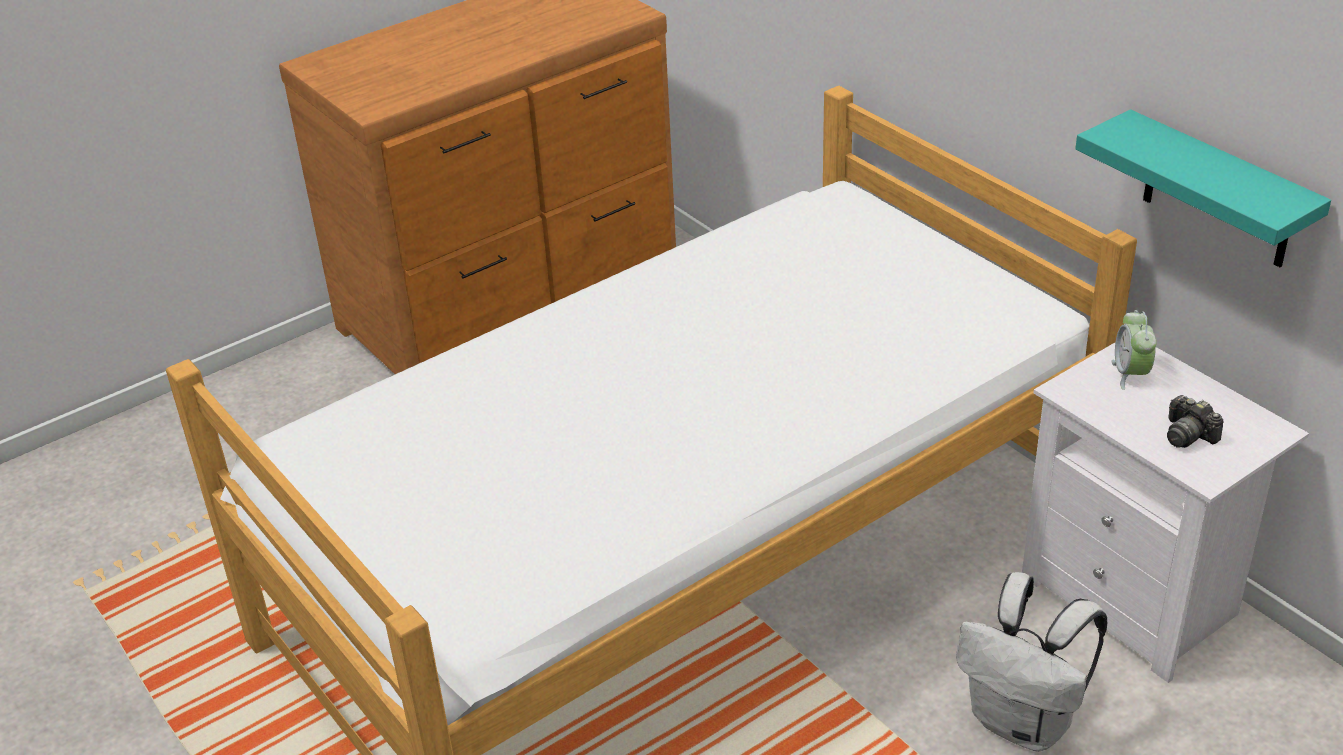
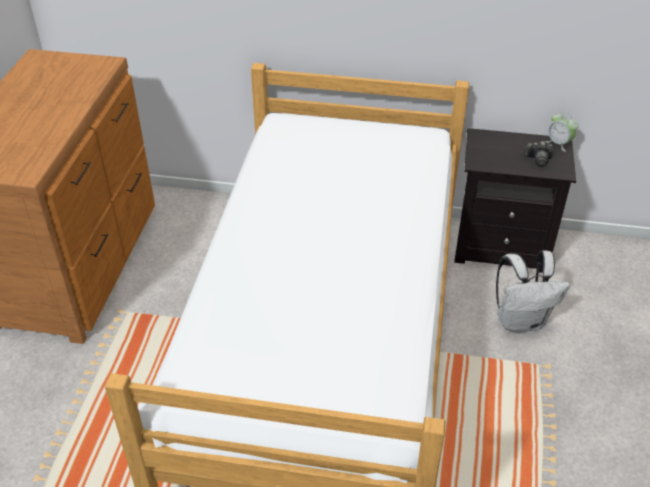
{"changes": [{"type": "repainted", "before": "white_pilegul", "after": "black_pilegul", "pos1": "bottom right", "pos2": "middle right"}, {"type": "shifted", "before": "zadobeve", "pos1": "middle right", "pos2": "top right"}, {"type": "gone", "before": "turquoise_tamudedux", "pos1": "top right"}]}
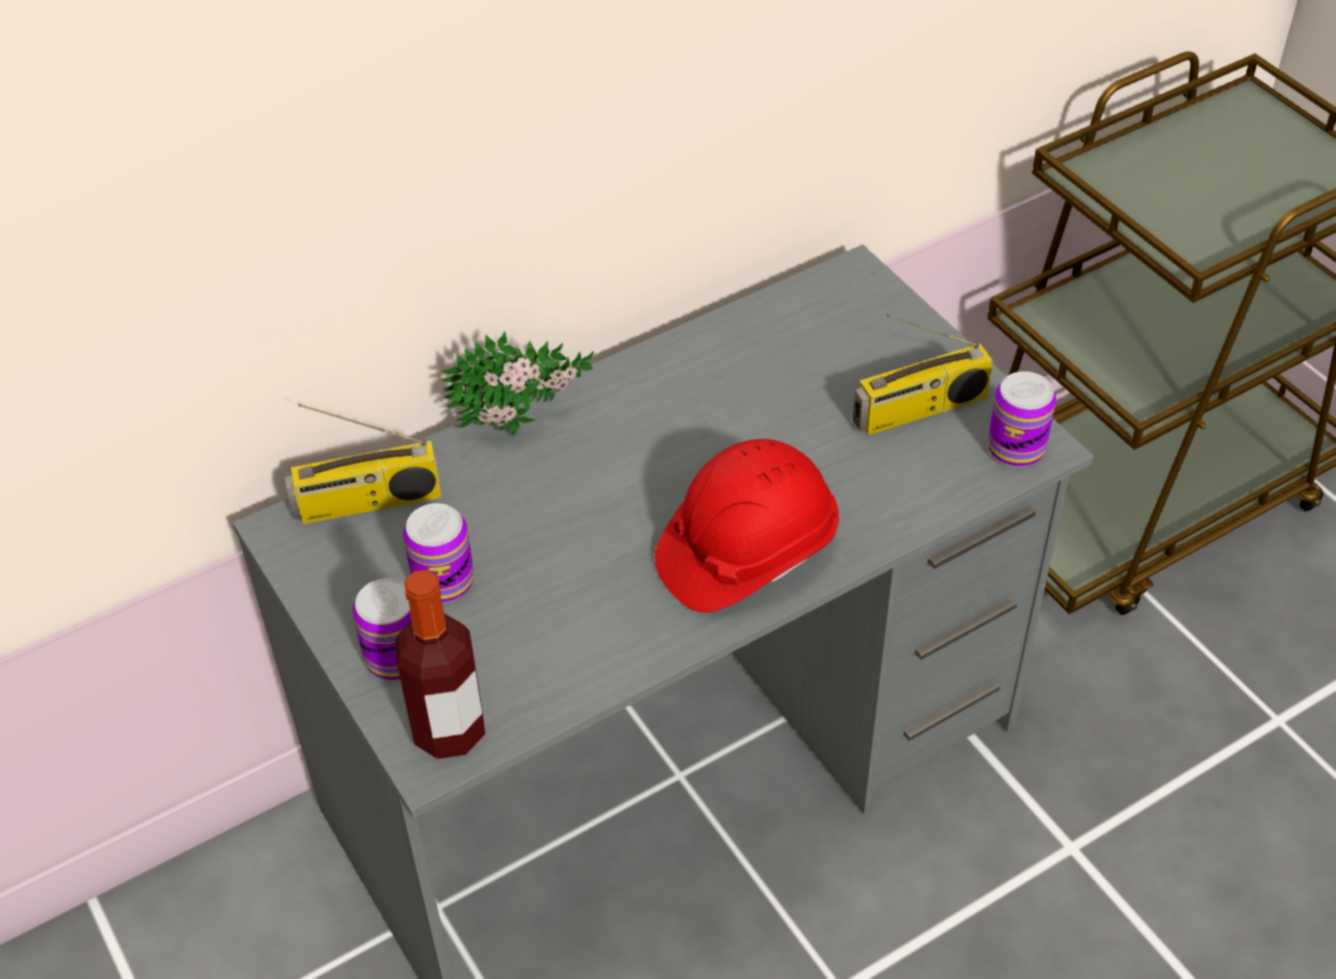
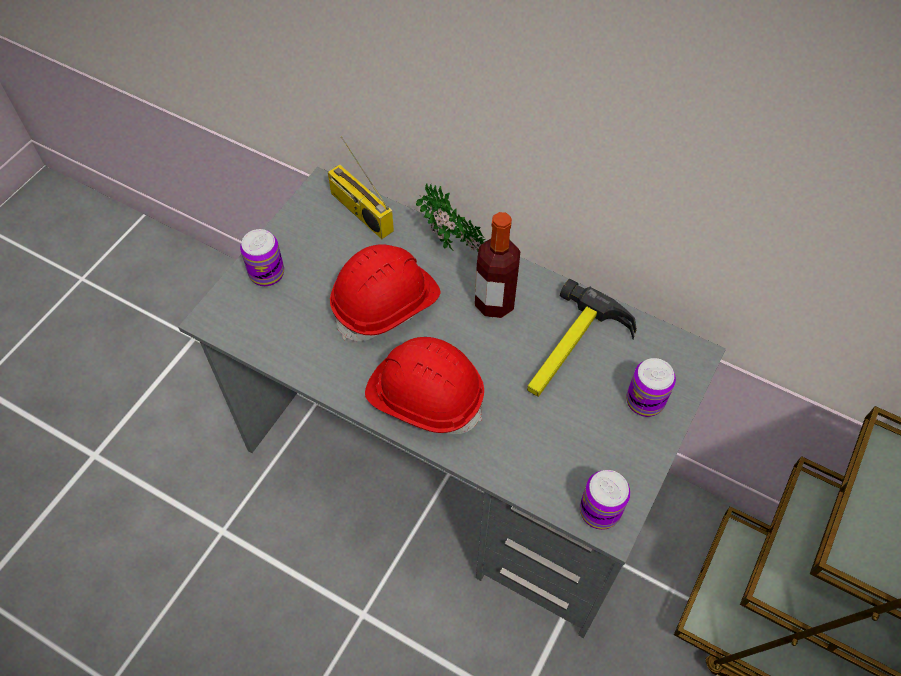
{"changes": [{"type": "new", "after": "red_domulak (no. 1 from left)", "pos2": "centre"}, {"type": "shifted", "before": "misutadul", "pos1": "bottom left", "pos2": "centre"}, {"type": "new", "after": "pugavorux", "pos2": "centre"}, {"type": "shifted", "before": "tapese (no. 2 from left in the first image)", "after": "tapese (no. 3 from left)", "pos1": "middle left", "pos2": "middle right"}, {"type": "gone", "before": "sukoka (no. 2 from left)", "pos1": "middle right"}]}
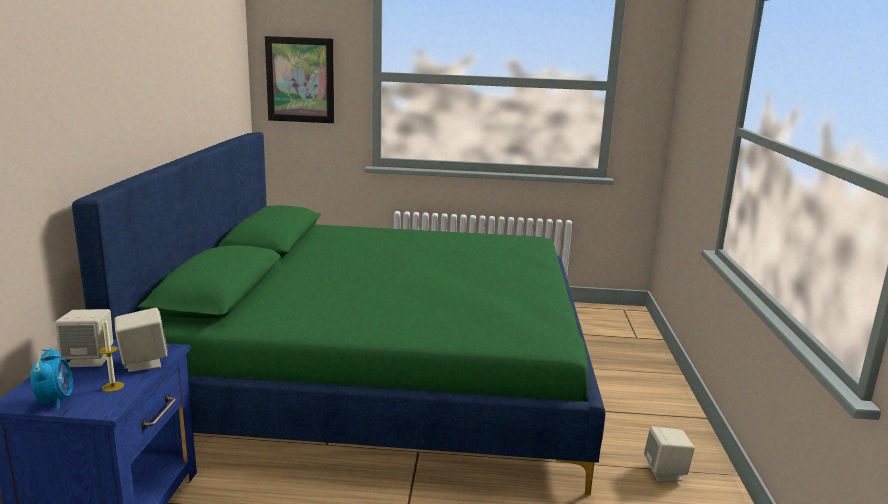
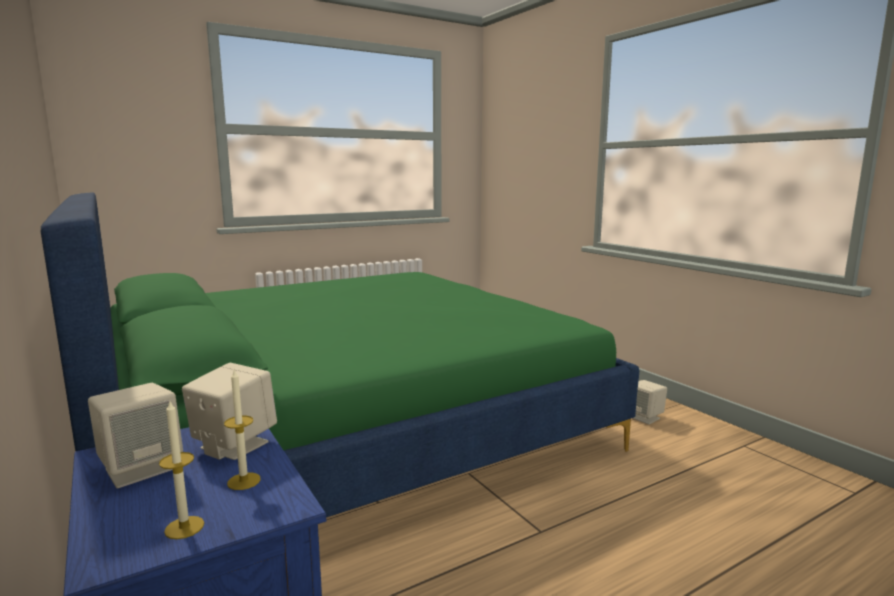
{"changes": [{"type": "swapped", "before": "zadobeve", "after": "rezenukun (no. 1 from left)", "pos1": "bottom left", "pos2": "bottom left"}, {"type": "gone", "before": "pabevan", "pos1": "top centre"}]}
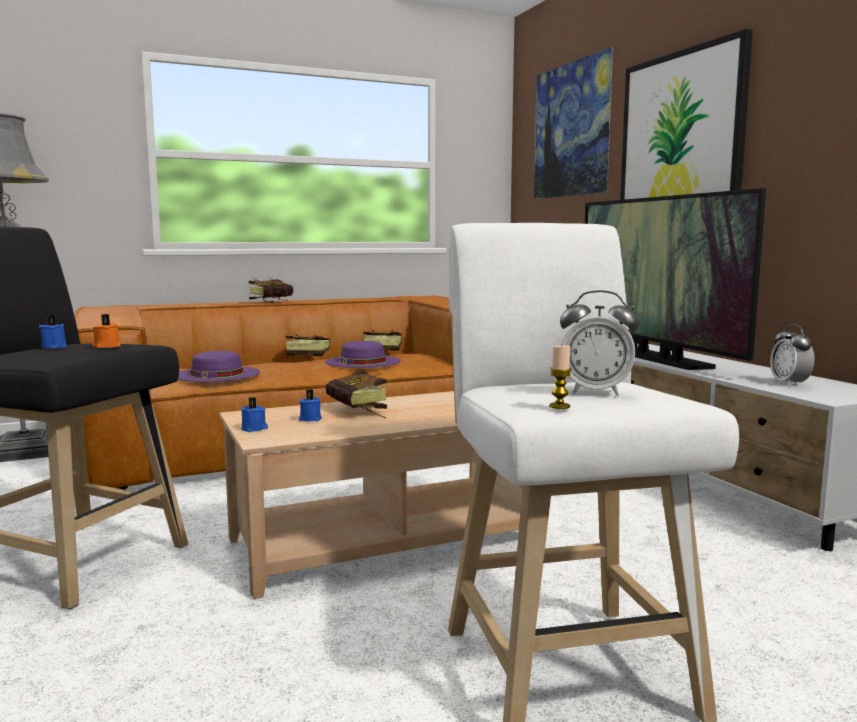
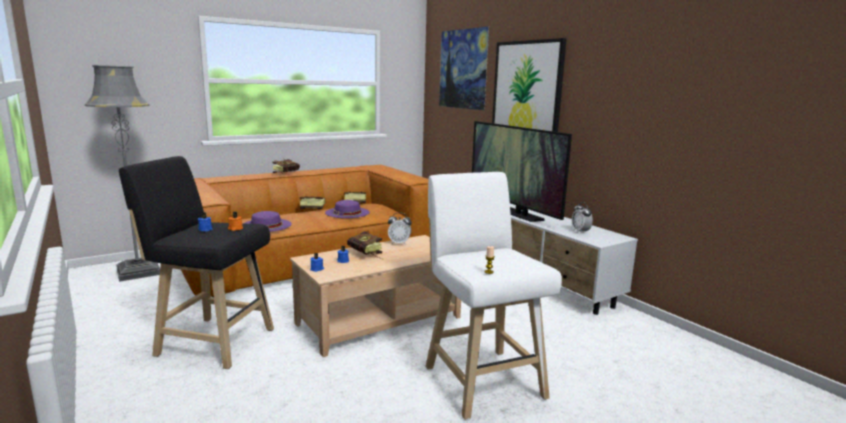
{"changes": [{"type": "shifted", "before": "zadobeve (no. 1 from left)", "pos1": "middle right", "pos2": "centre"}]}
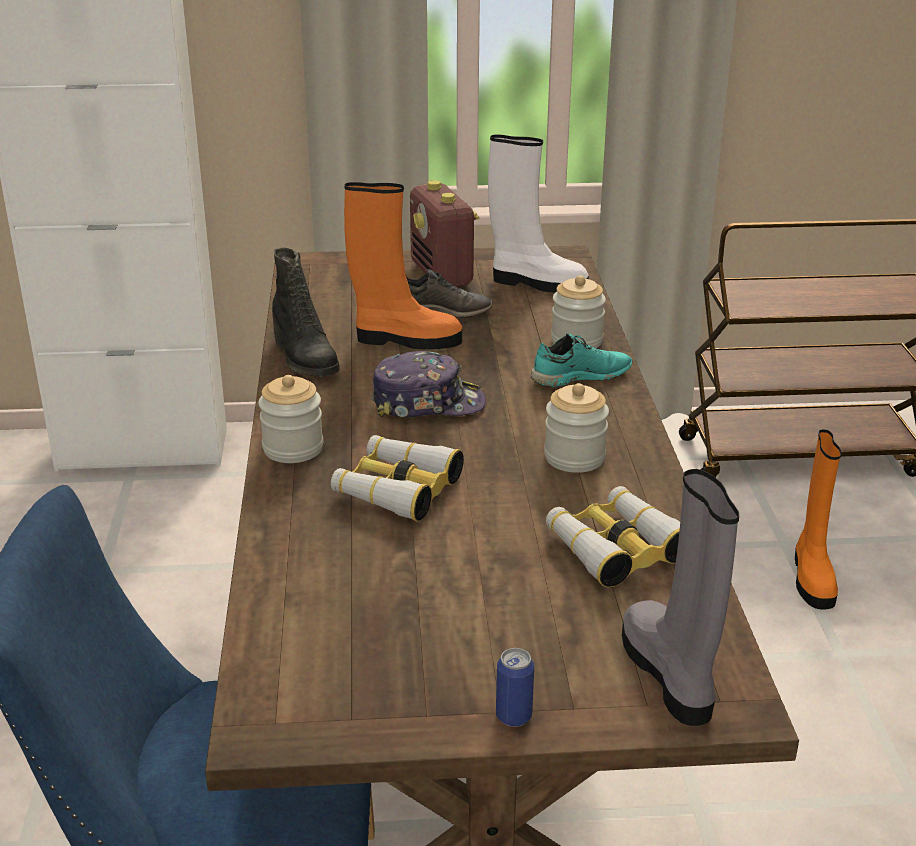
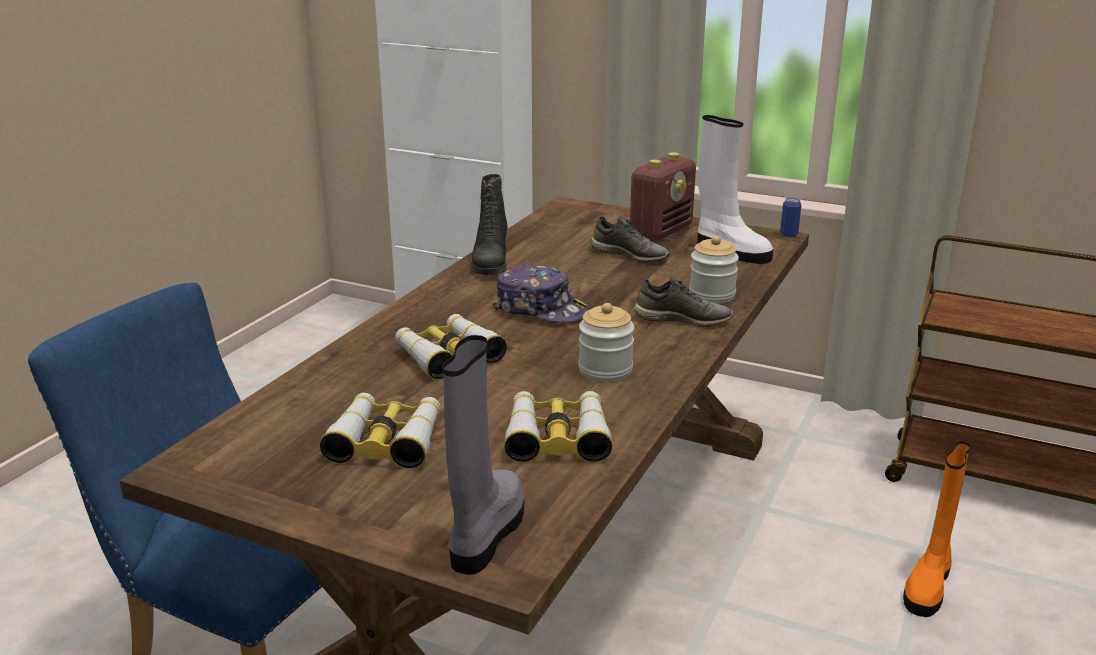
{"changes": [{"type": "new", "after": "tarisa (no. 1 from left)", "pos2": "centre"}, {"type": "rotated", "before": "sukoka", "pos1": "top centre", "pos2": "top centre", "turn": -150}, {"type": "repainted", "before": "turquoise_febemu", "after": "grey_febemu (no. 2 from left)", "pos1": "centre", "pos2": "centre"}, {"type": "shifted", "before": "tapese", "pos1": "bottom centre", "pos2": "top right"}, {"type": "gone", "before": "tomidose (no. 1 from left)", "pos1": "middle left"}, {"type": "gone", "before": "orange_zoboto (no. 1 from left)", "pos1": "top centre"}]}
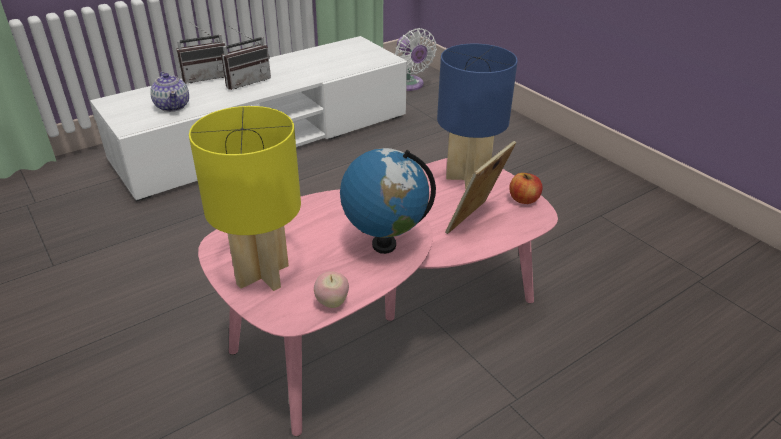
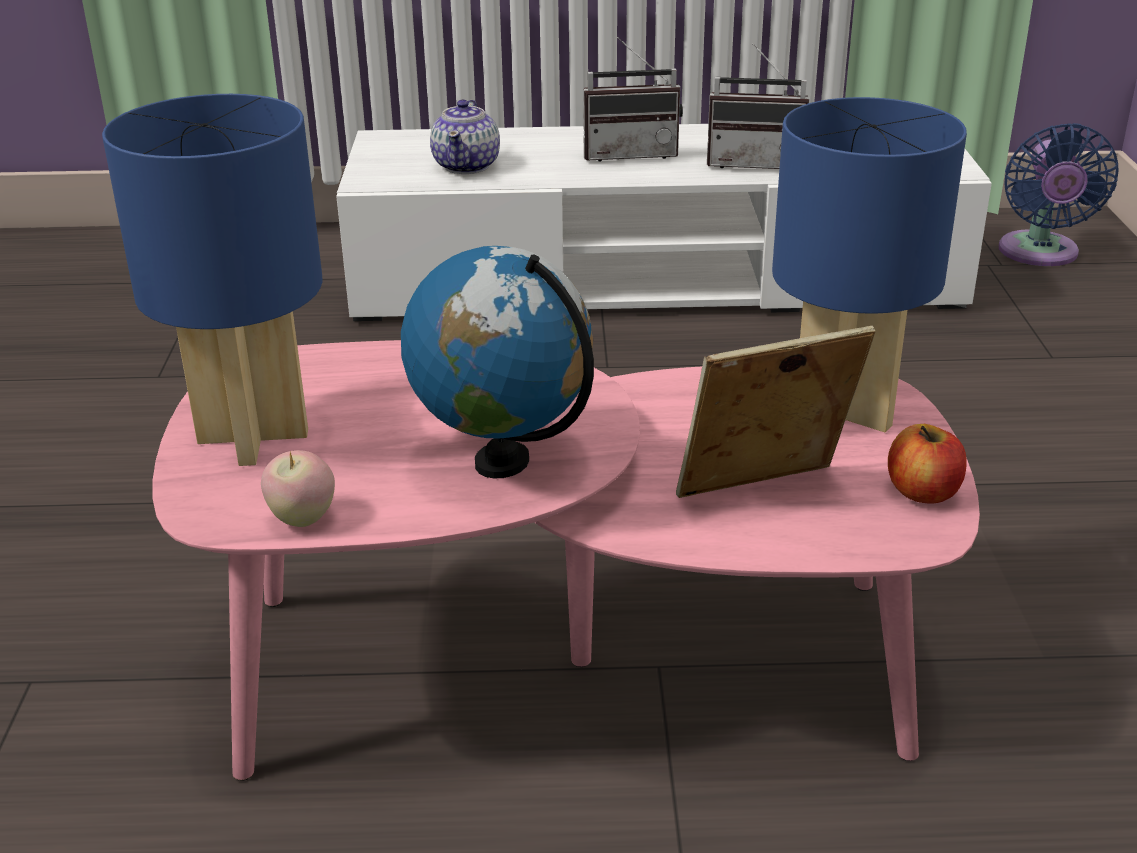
{"changes": [{"type": "repainted", "before": "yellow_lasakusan", "after": "blue_lasakusan (no. 1 from left)", "pos1": "middle left", "pos2": "top left"}, {"type": "shifted", "before": "sukoka (no. 1 from left in the first image)", "after": "sukoka (no. 2 from left)", "pos1": "top left", "pos2": "top right"}, {"type": "repainted", "before": "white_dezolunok", "after": "blue_dezolunok", "pos1": "top centre", "pos2": "top right"}]}
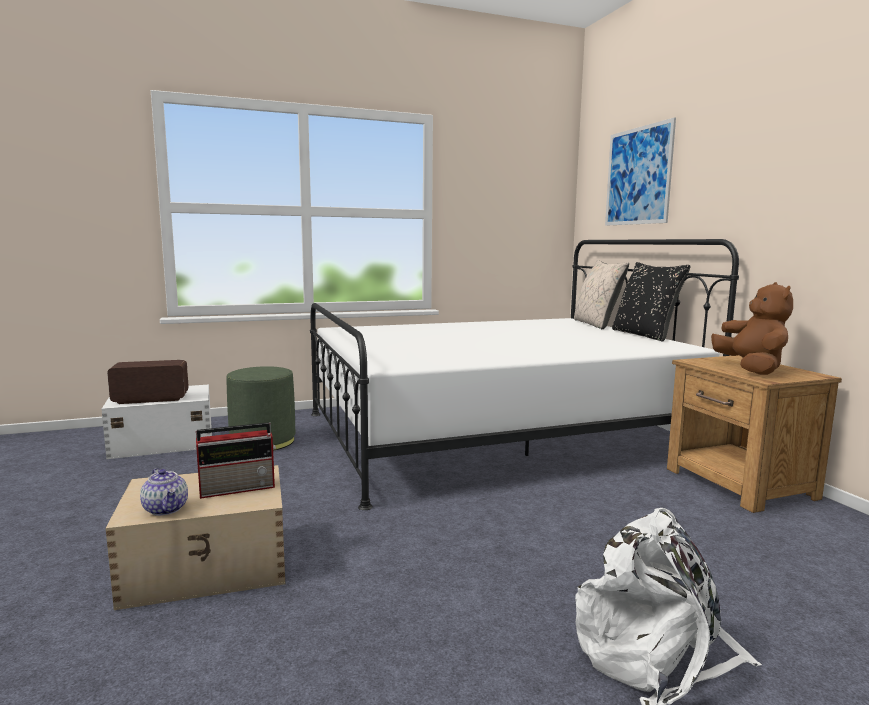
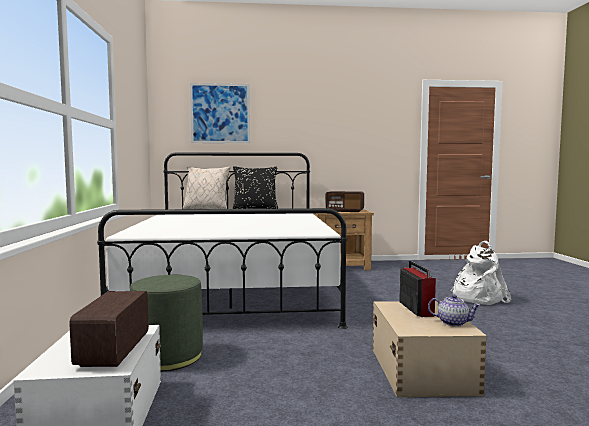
{"changes": [{"type": "swapped", "before": "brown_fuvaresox", "after": "sukoka (no. 2 from left)", "pos1": "middle right", "pos2": "centre"}, {"type": "rotated", "before": "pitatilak", "pos1": "bottom left", "pos2": "bottom right", "turn": 45}]}
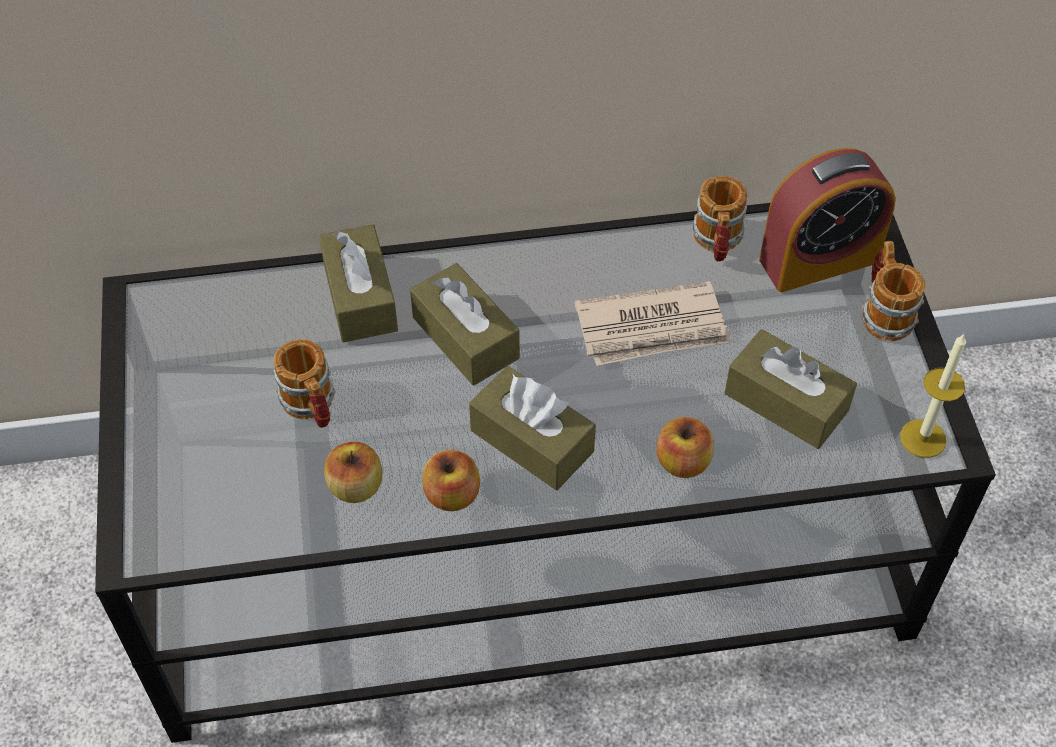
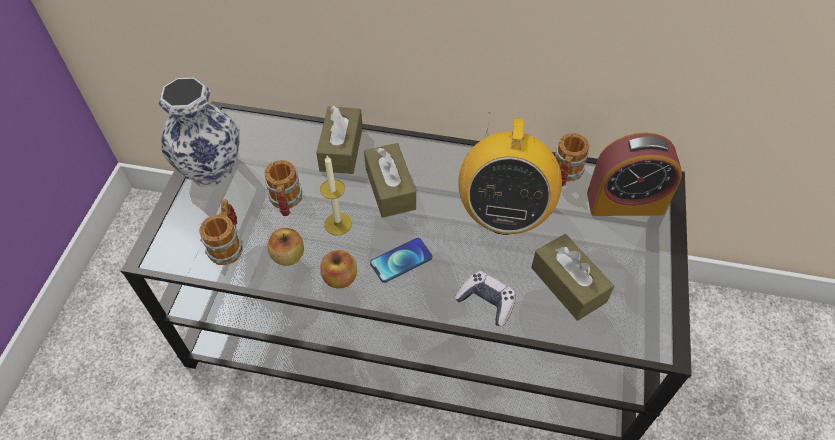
{"changes": [{"type": "new", "after": "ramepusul", "pos2": "top left"}, {"type": "shifted", "before": "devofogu (no. 3 from left in the first image)", "after": "devofogu (no. 1 from left)", "pos1": "middle right", "pos2": "middle left"}, {"type": "shifted", "before": "rezenukun", "pos1": "middle right", "pos2": "centre"}, {"type": "swapped", "before": "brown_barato (no. 3 from left)", "after": "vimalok", "pos1": "centre", "pos2": "centre"}, {"type": "swapped", "before": "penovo (no. 3 from left)", "after": "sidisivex", "pos1": "centre", "pos2": "bottom centre"}, {"type": "swapped", "before": "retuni", "after": "sukoka", "pos1": "centre", "pos2": "centre"}]}
